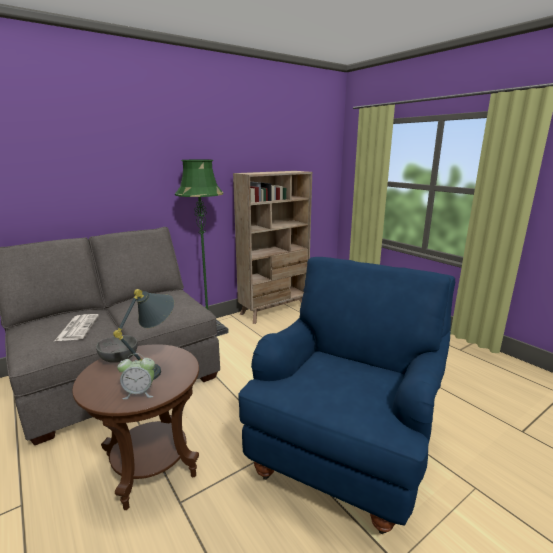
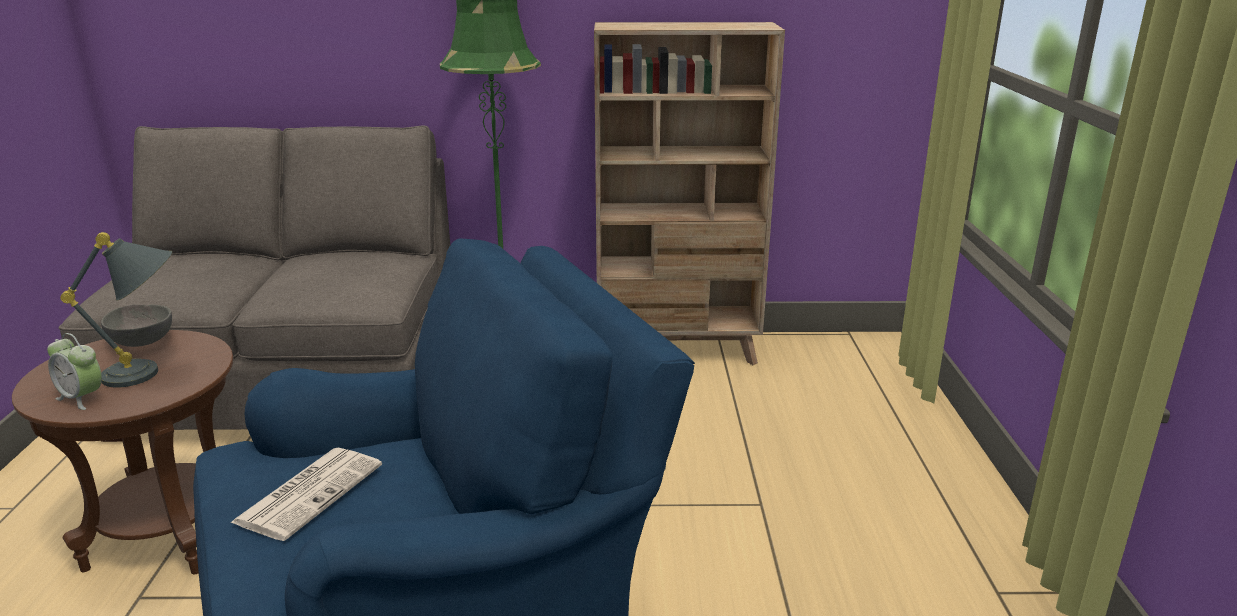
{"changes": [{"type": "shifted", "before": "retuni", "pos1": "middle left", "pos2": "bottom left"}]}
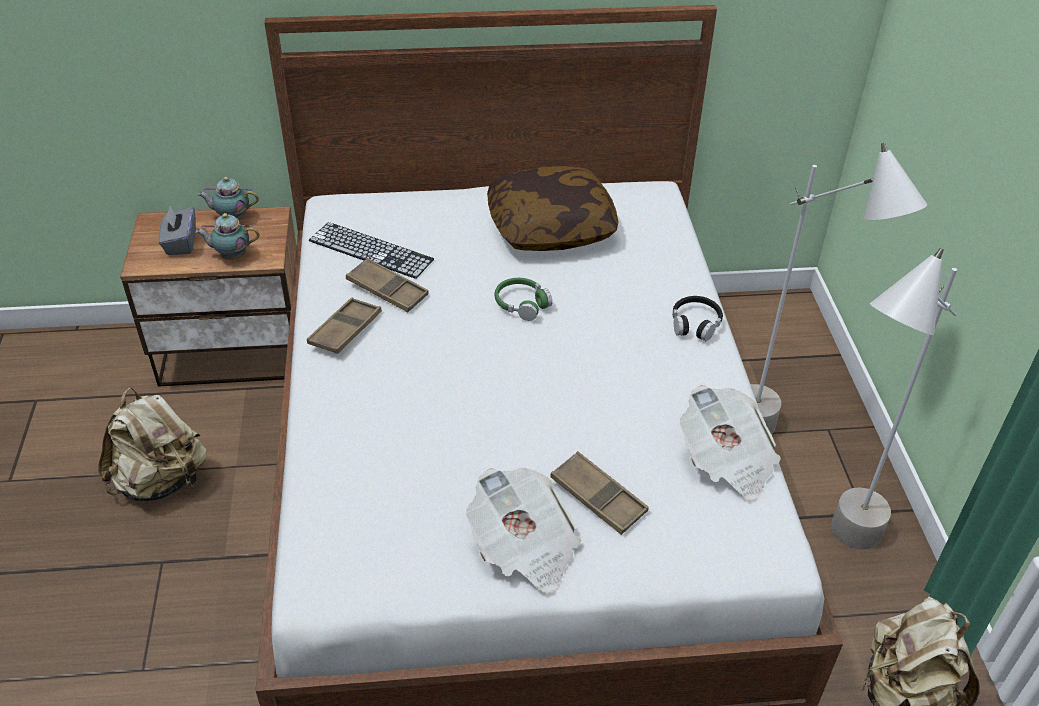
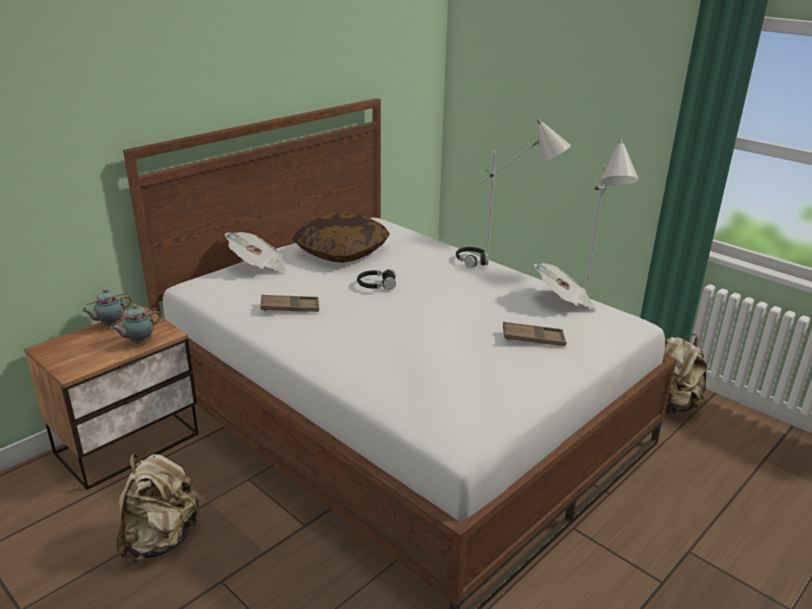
{"changes": [{"type": "shifted", "before": "retuni (no. 1 from left)", "pos1": "bottom centre", "pos2": "middle left"}, {"type": "repainted", "before": "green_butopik", "after": "black_butopik (no. 1 from left)", "pos1": "centre", "pos2": "centre"}, {"type": "gone", "before": "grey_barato", "pos1": "top left"}, {"type": "gone", "before": "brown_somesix (no. 1 from left)", "pos1": "middle left"}, {"type": "gone", "before": "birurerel", "pos1": "centre"}]}
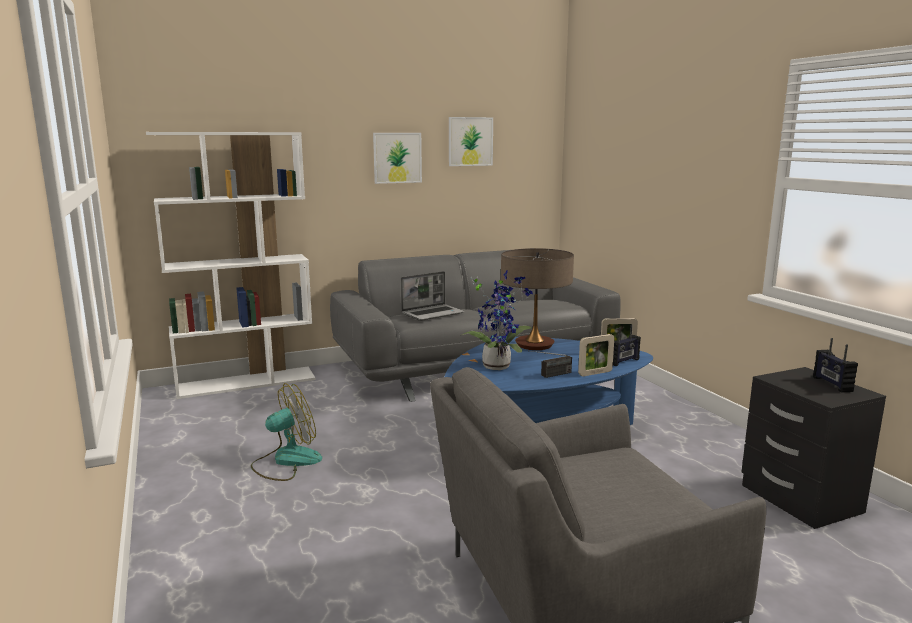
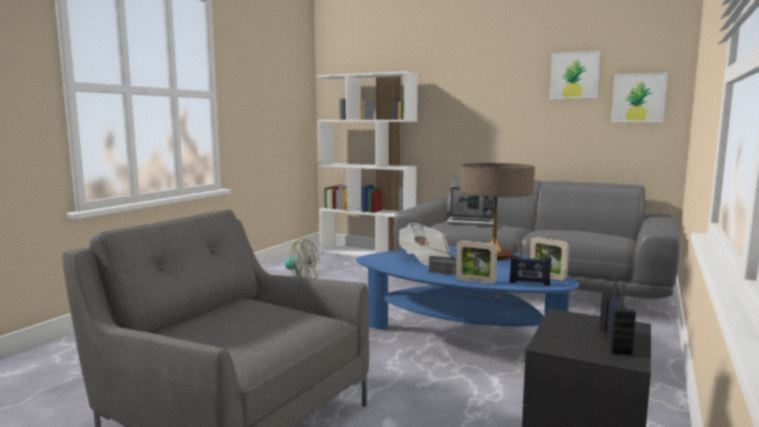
{"changes": [{"type": "swapped", "before": "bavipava", "after": "retuni", "pos1": "centre", "pos2": "centre"}, {"type": "rotated", "before": "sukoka (no. 3 from left)", "pos1": "middle right", "pos2": "bottom right", "turn": 150}, {"type": "shifted", "before": "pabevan (no. 1 from left in the first image)", "after": "pabevan (no. 2 from left)", "pos1": "top centre", "pos2": "top right"}]}
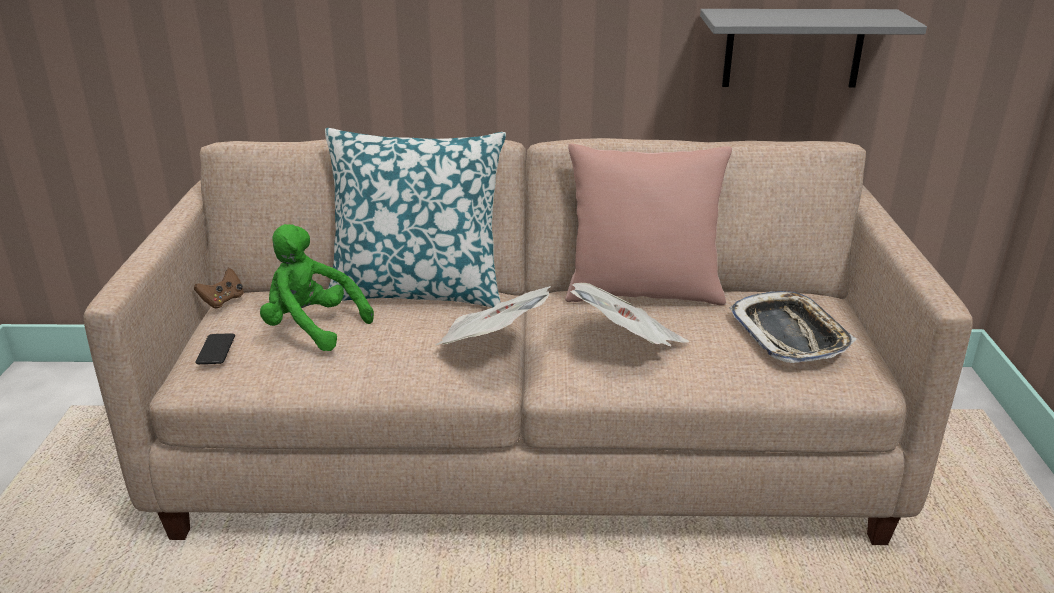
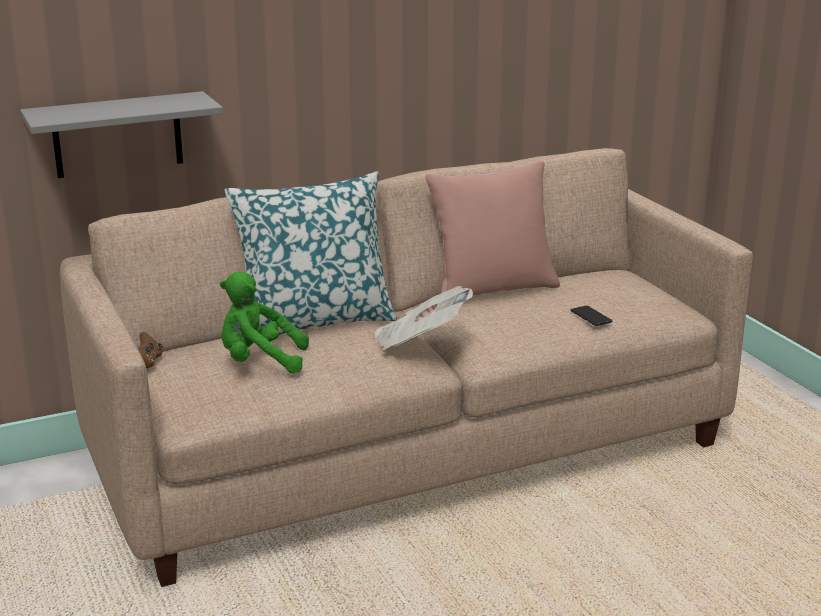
{"changes": [{"type": "shifted", "before": "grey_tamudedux", "pos1": "top right", "pos2": "top left"}, {"type": "shifted", "before": "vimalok", "pos1": "middle left", "pos2": "middle right"}, {"type": "gone", "before": "retuni (no. 2 from left)", "pos1": "centre"}, {"type": "gone", "before": "somesix", "pos1": "middle right"}]}
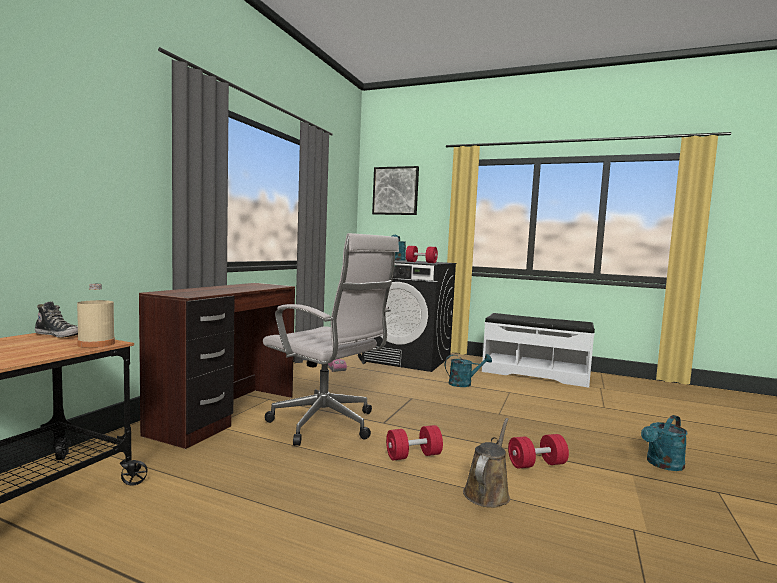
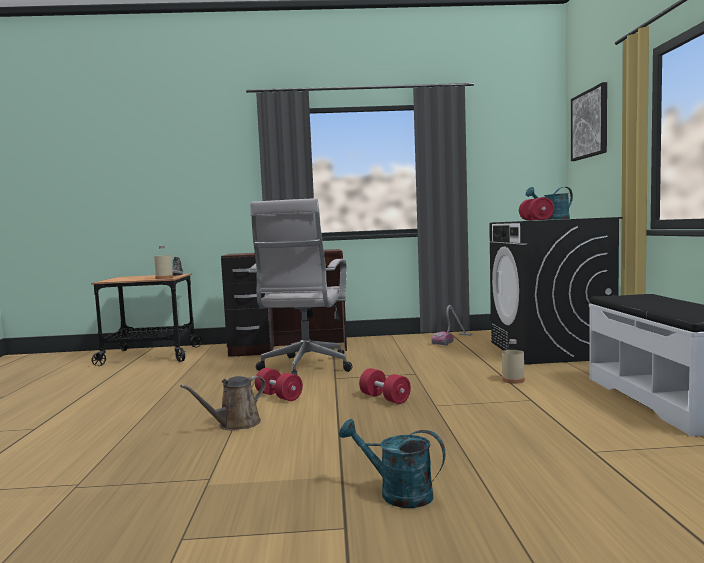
{"changes": [{"type": "rotated", "before": "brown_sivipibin", "pos1": "bottom centre", "pos2": "bottom left", "turn": 135}, {"type": "shifted", "before": "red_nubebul (no. 3 from left in the first image)", "after": "red_nubebul (no. 2 from left)", "pos1": "bottom right", "pos2": "bottom centre"}, {"type": "swapped", "before": "turquoise_sivipibin (no. 2 from left)", "after": "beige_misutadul (no. 2 from left)", "pos1": "centre", "pos2": "middle right"}]}
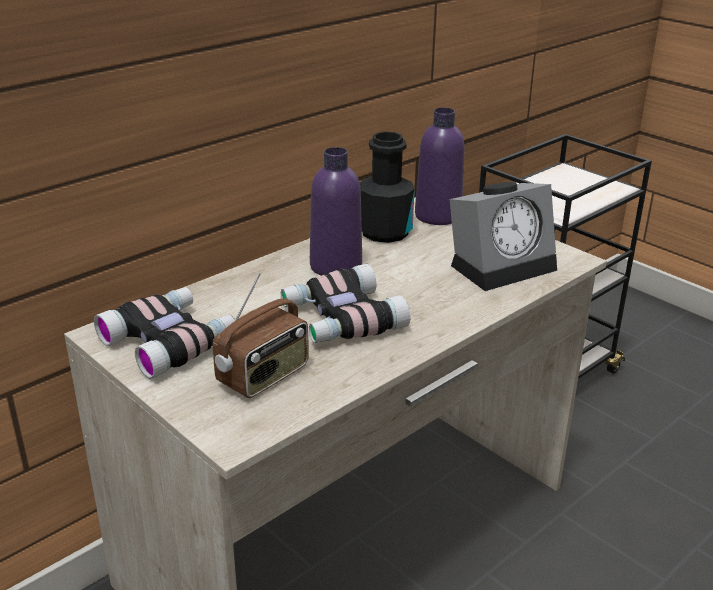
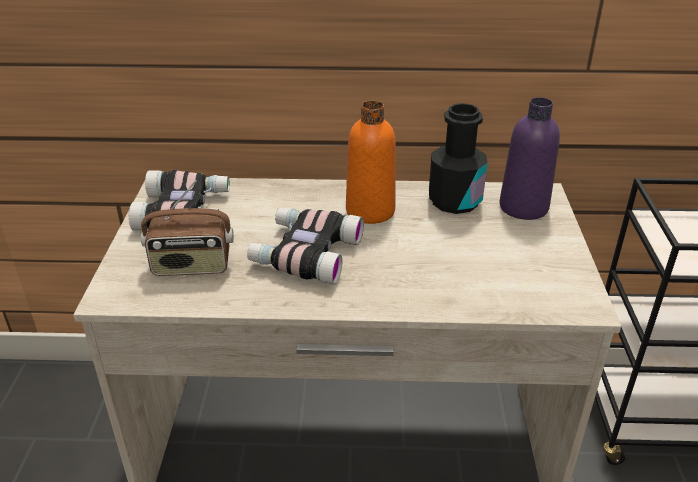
{"changes": [{"type": "repainted", "before": "purple_misutadul (no. 1 from left)", "after": "orange_misutadul", "pos1": "centre", "pos2": "centre"}, {"type": "gone", "before": "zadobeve", "pos1": "middle right"}]}
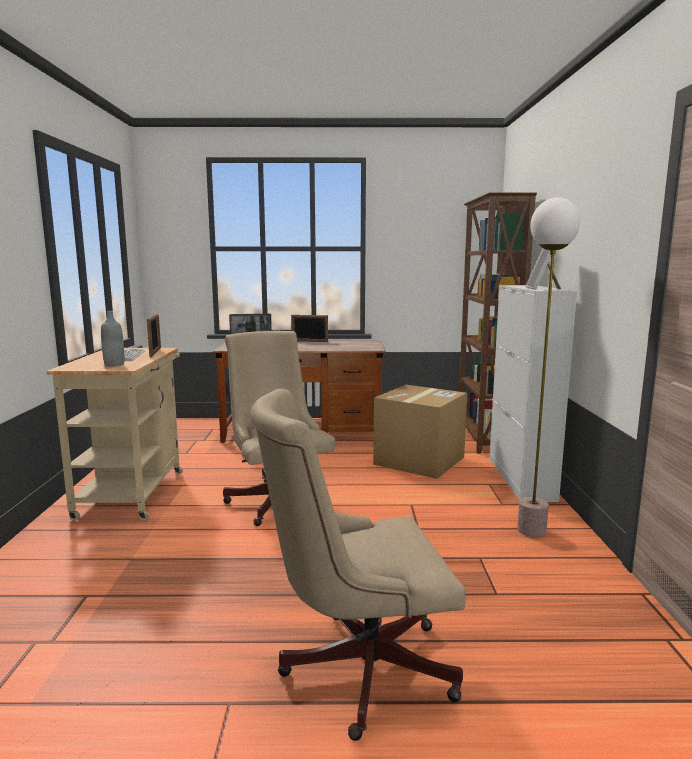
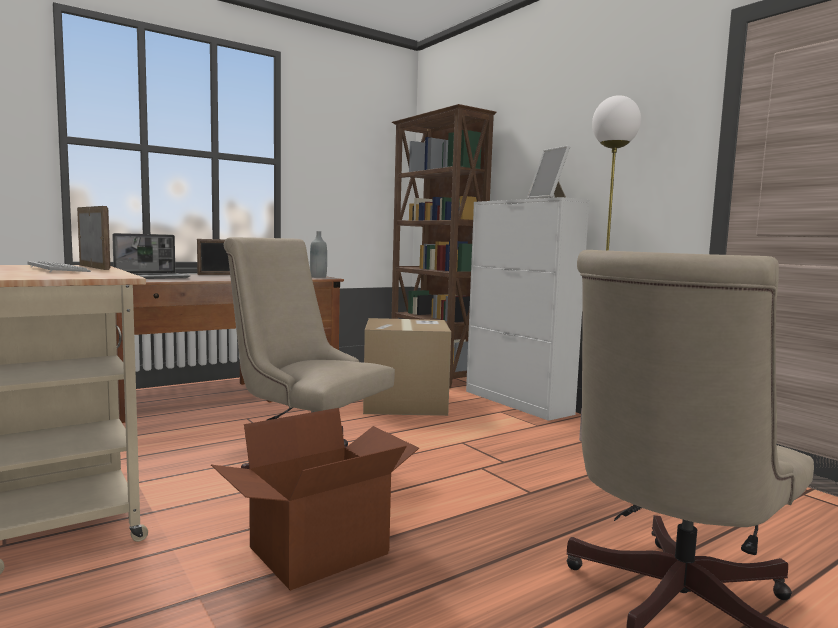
{"changes": [{"type": "new", "after": "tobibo (no. 1 from left)", "pos2": "bottom centre"}, {"type": "shifted", "before": "grey_misutadul", "pos1": "middle left", "pos2": "centre"}]}
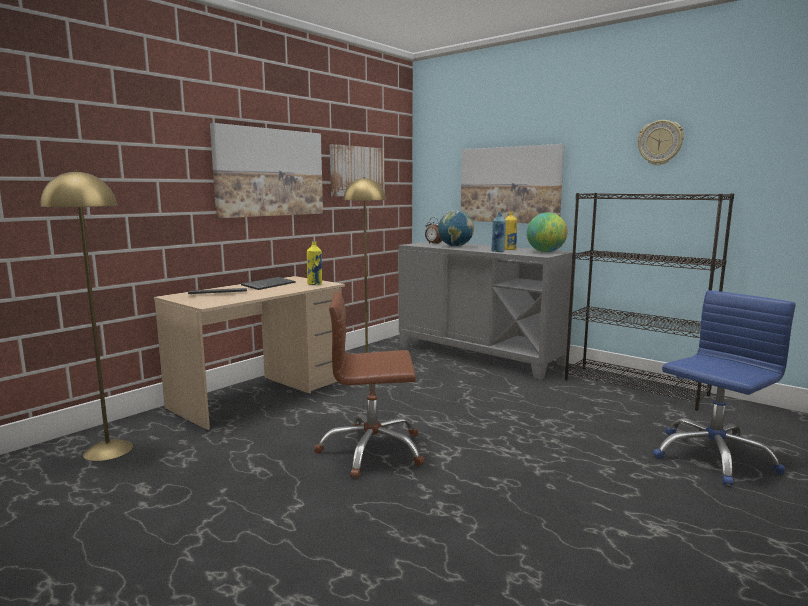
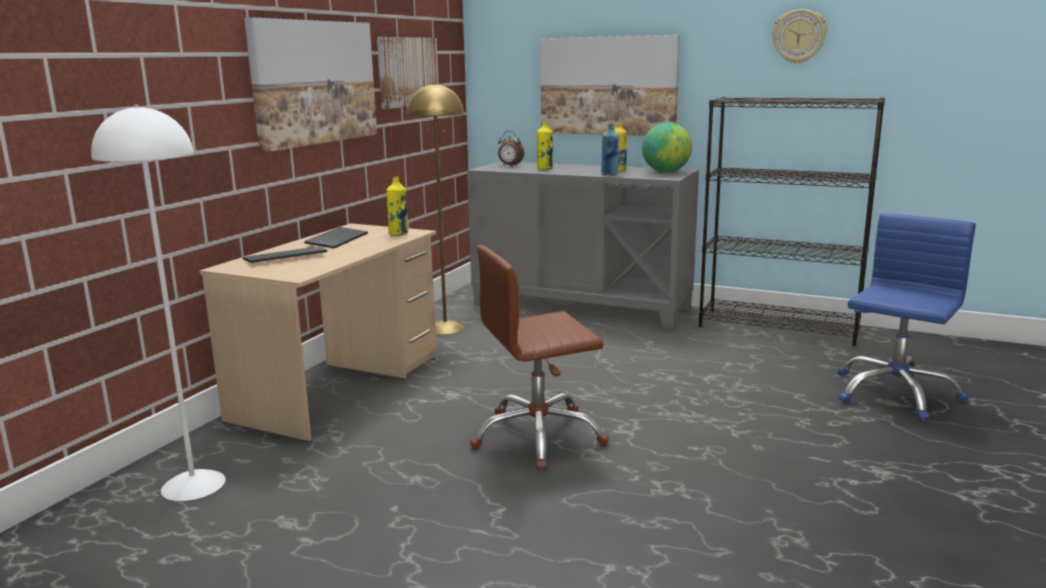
{"changes": [{"type": "repainted", "before": "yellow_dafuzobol (no. 1 from left)", "after": "white_dafuzobol", "pos1": "middle left", "pos2": "middle left"}, {"type": "swapped", "before": "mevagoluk (no. 1 from left)", "after": "yellow_misutadul (no. 2 from left)", "pos1": "centre", "pos2": "top centre"}]}
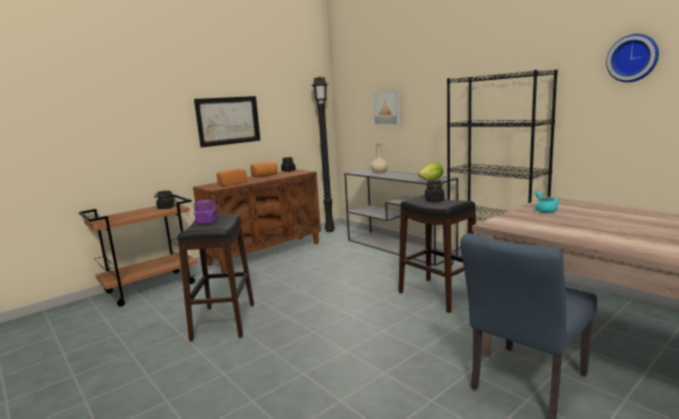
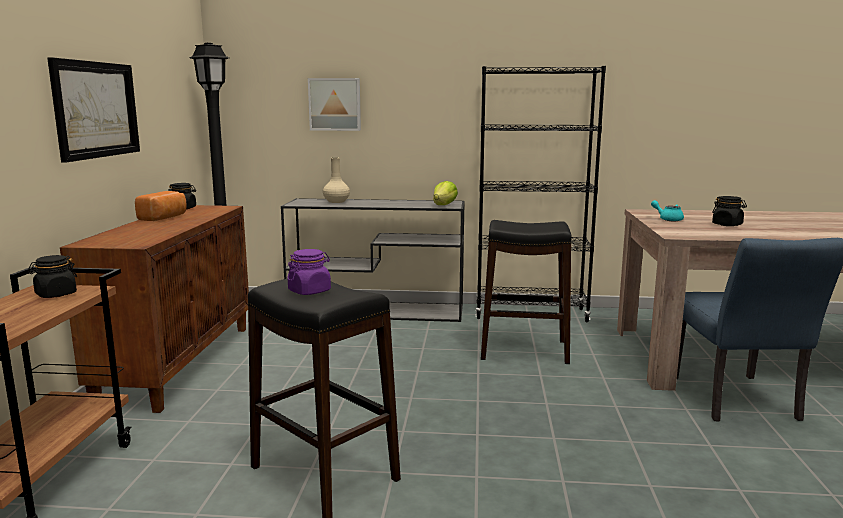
{"changes": [{"type": "shifted", "before": "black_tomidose (no. 3 from left)", "pos1": "centre", "pos2": "middle right"}, {"type": "gone", "before": "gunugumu (no. 1 from left)", "pos1": "centre"}, {"type": "gone", "before": "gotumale", "pos1": "top right"}]}
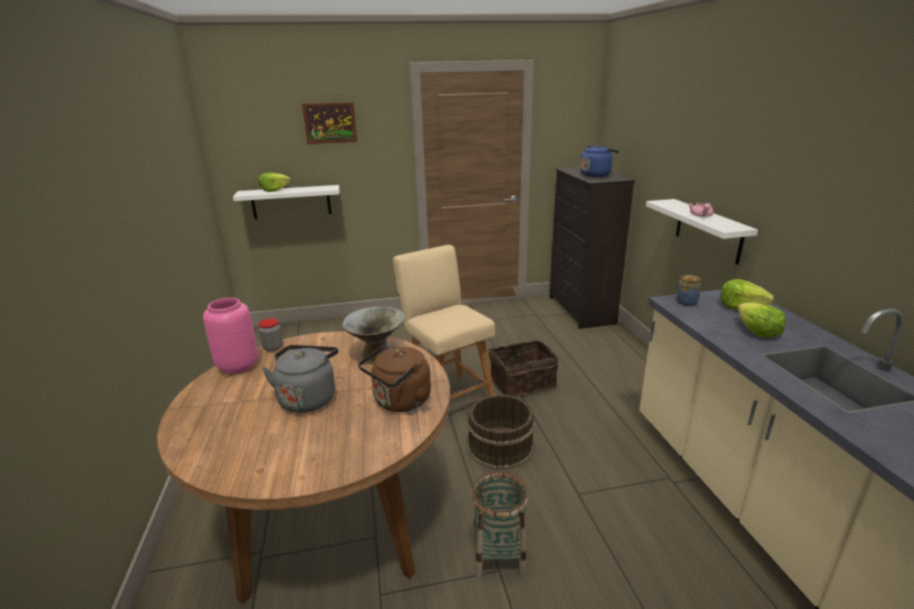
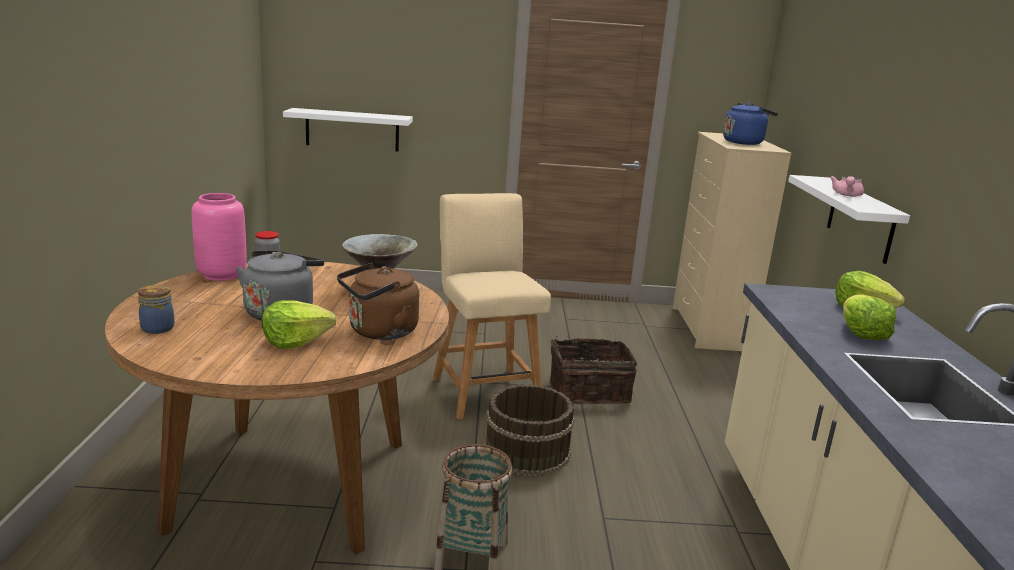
{"changes": [{"type": "shifted", "before": "tomidose (no. 2 from left in the first image)", "after": "tomidose (no. 1 from left)", "pos1": "middle right", "pos2": "middle left"}, {"type": "shifted", "before": "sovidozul (no. 1 from left)", "pos1": "top left", "pos2": "middle left"}, {"type": "repainted", "before": "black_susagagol", "after": "beige_susagagol", "pos1": "centre", "pos2": "middle right"}, {"type": "gone", "before": "pabevan", "pos1": "top centre"}]}
